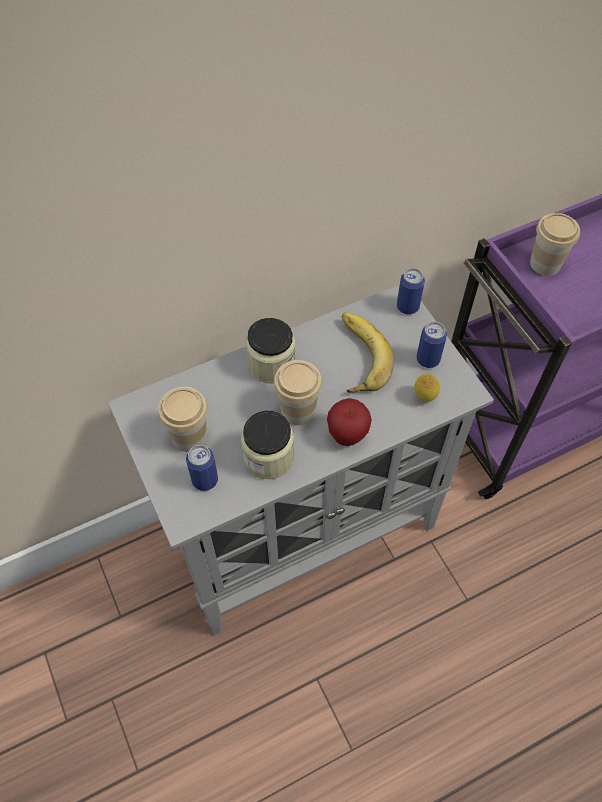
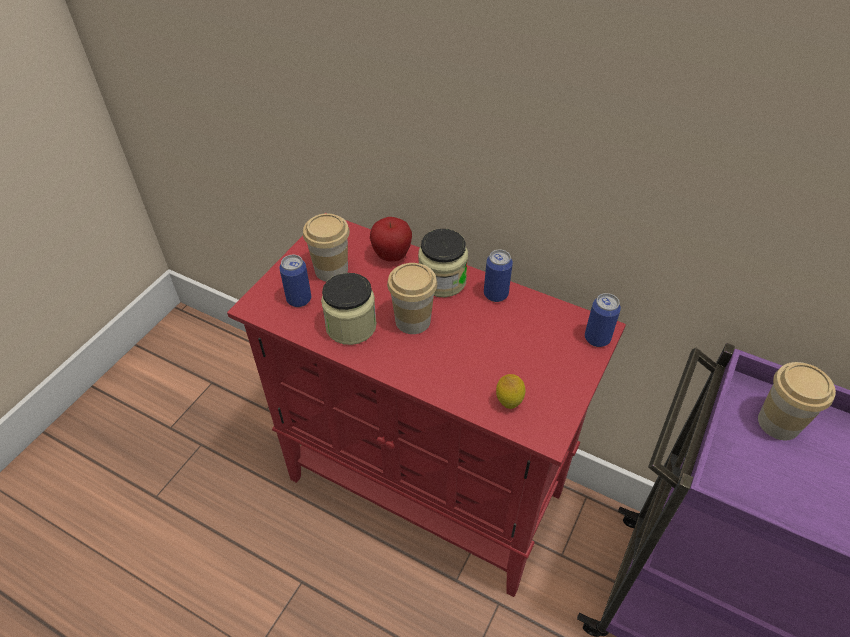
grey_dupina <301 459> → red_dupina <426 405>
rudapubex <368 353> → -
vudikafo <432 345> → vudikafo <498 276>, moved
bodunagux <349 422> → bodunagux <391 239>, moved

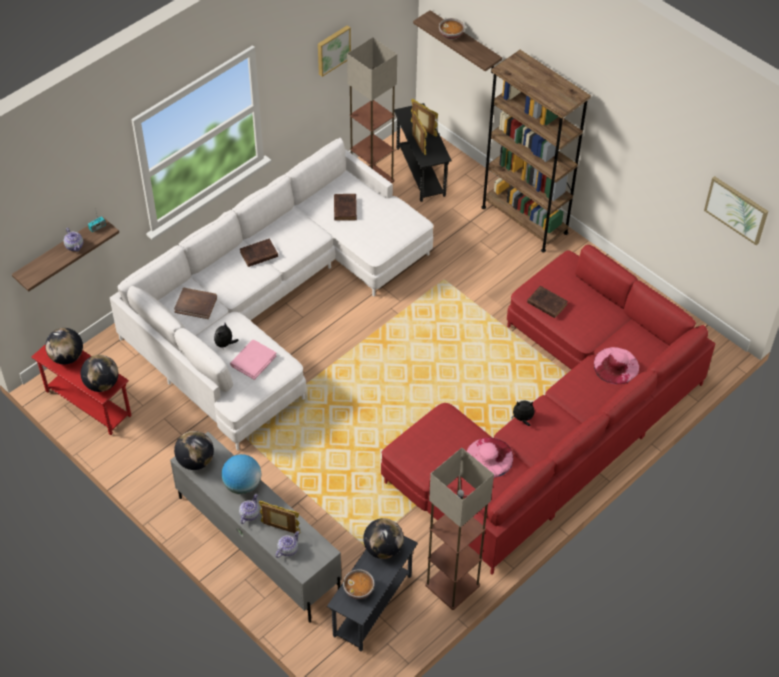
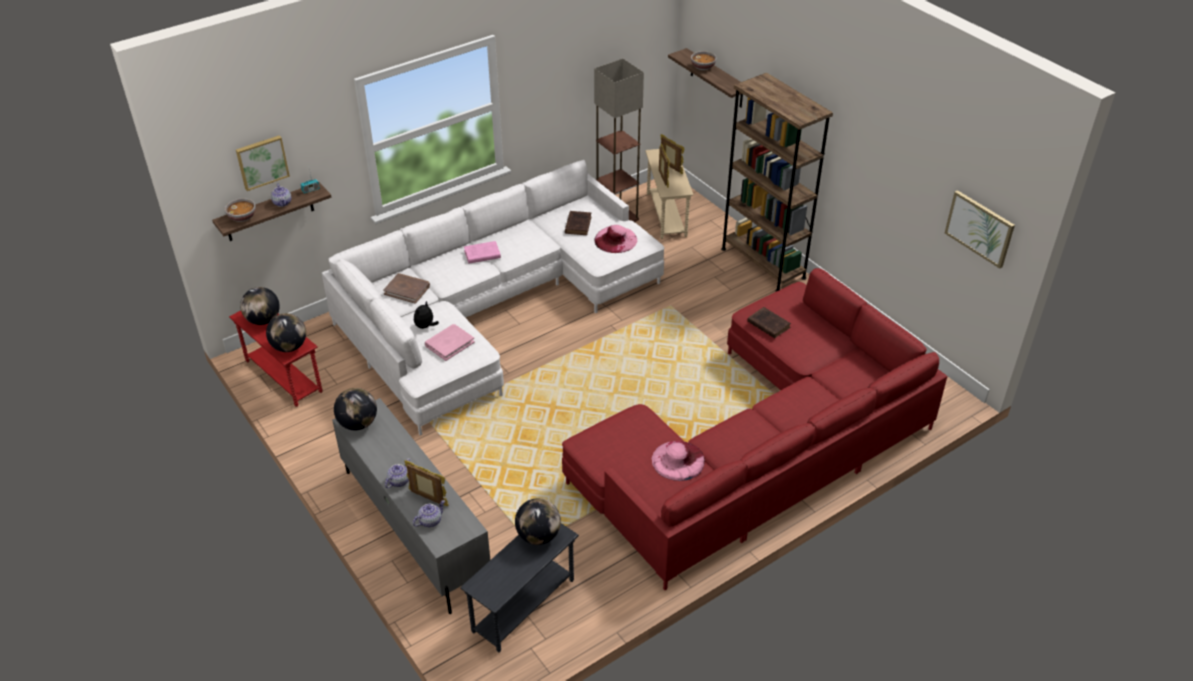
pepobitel <334 51> → pepobitel <263 163>, moved
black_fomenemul <423 152> → beige_fomenemul <669 194>
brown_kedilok <259 253> → pink_kedilok <482 252>
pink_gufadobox <616 365> → pink_gufadobox <616 239>, moved
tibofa <523 413> → -
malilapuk <459 529> → -
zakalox <241 474> → -
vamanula <358 584> → vamanula <240 210>, moved

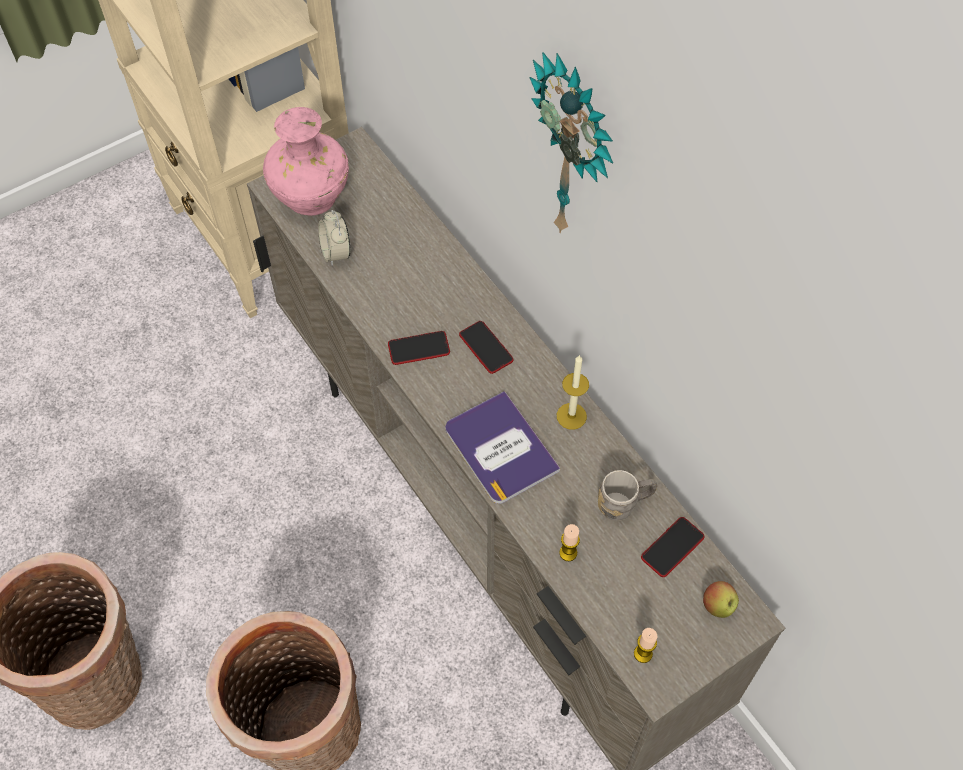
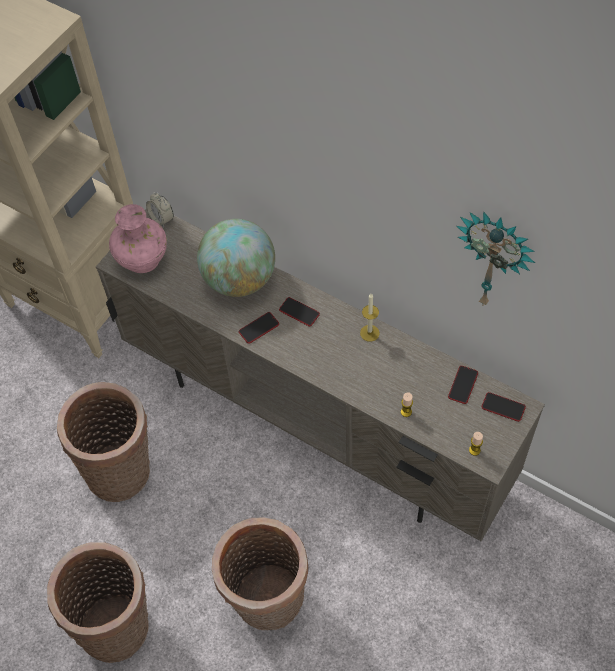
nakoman <571 142> → nakoman <495 259>, moved
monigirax <334 238> → monigirax <160 210>, moved
kedilok <502 447> → -
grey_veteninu <627 495> → -
bodunagux <721 599> → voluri <504 407>
- → zakalox <236 258>
- → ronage <103 442>

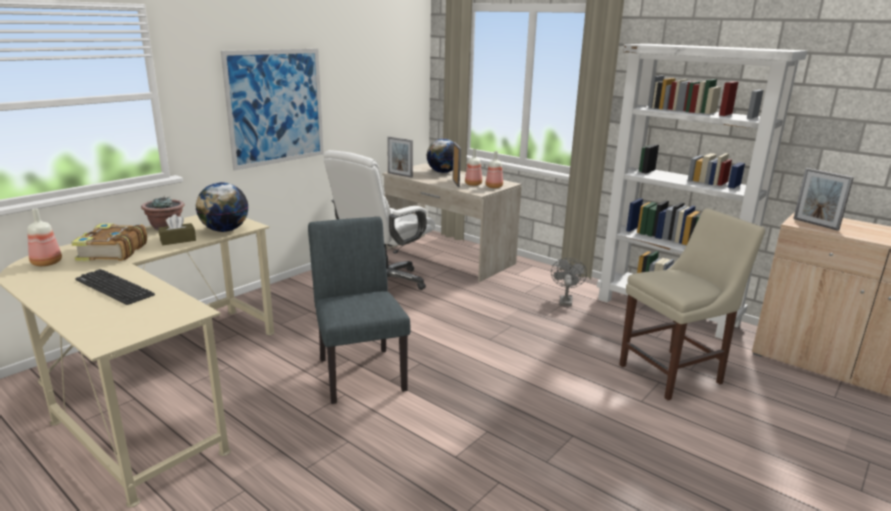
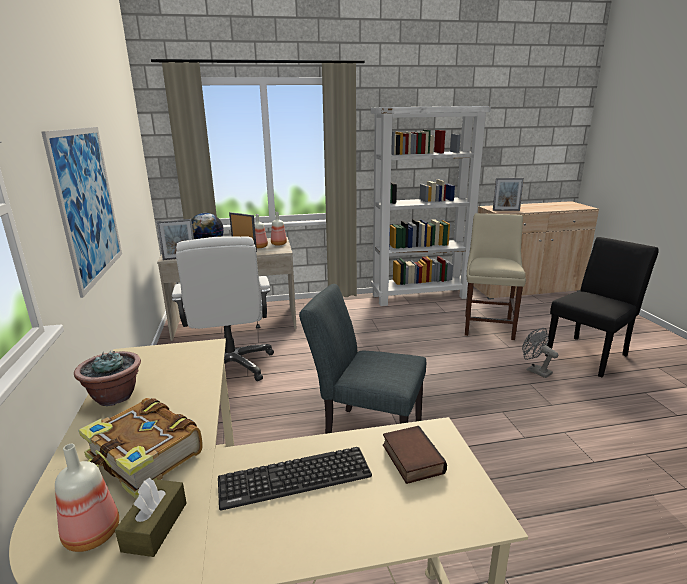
zakalox <222 207> → -
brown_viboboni <177 229> → brown_viboboni <150 517>, moved
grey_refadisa <569 282> → grey_refadisa <540 353>, moved
- → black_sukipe <602 307>
- → kedilok <415 455>

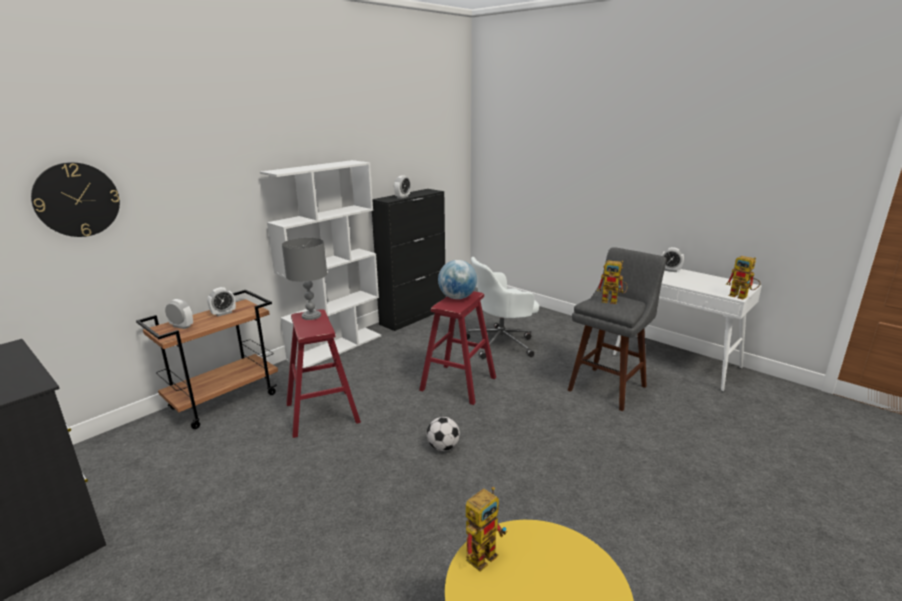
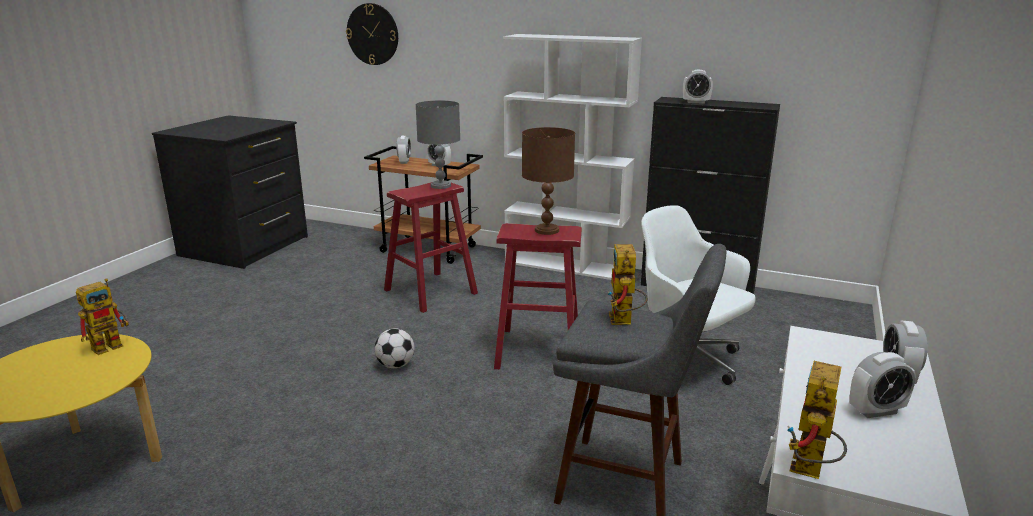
zakalox <457 279> → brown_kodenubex <548 181>
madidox <486 529> → madidox <102 316>, 75 degrees counterclockwise
- → monigirax <883 385>

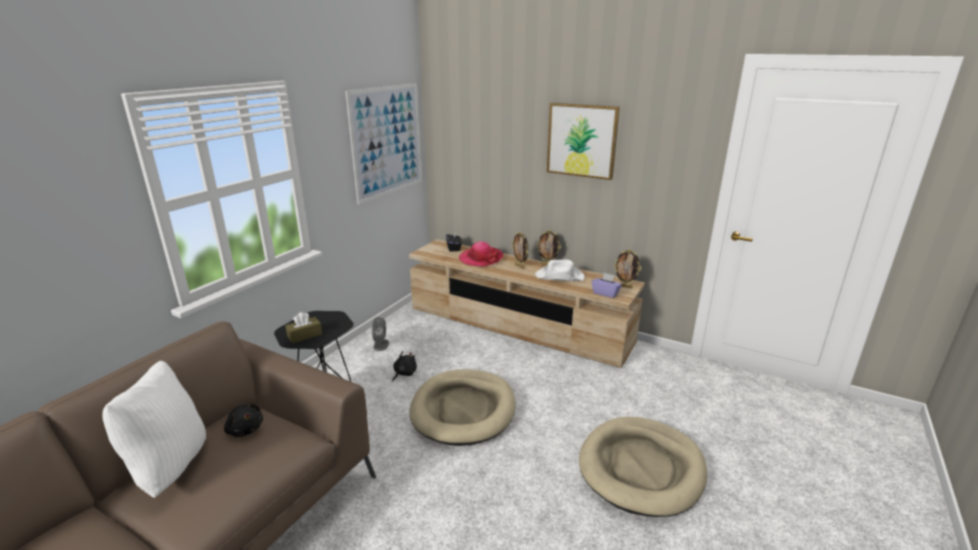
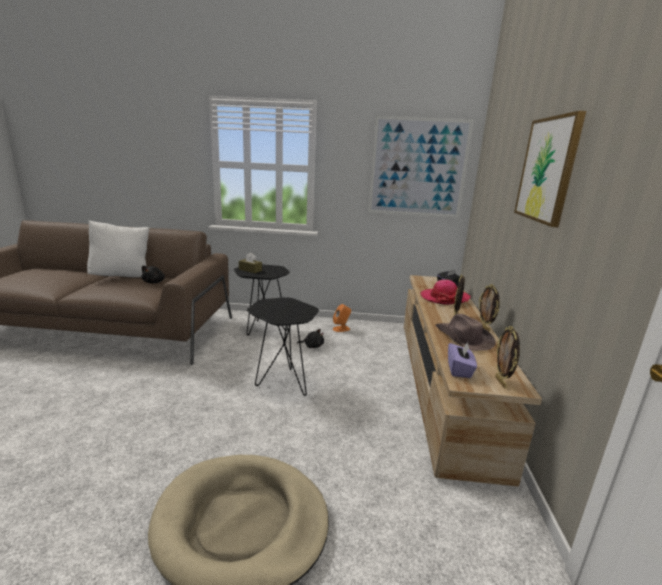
white_gufadobox <560 270> → brown_gufadobox <465 332>
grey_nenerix <380 334> → orange_nenerix <342 318>
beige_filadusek <462 408> → black_fomenemul <283 346>

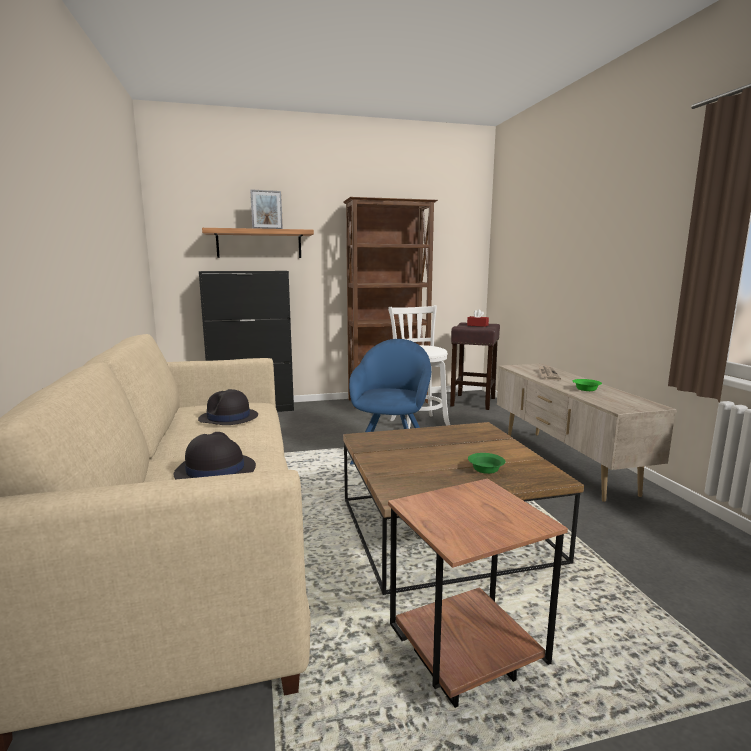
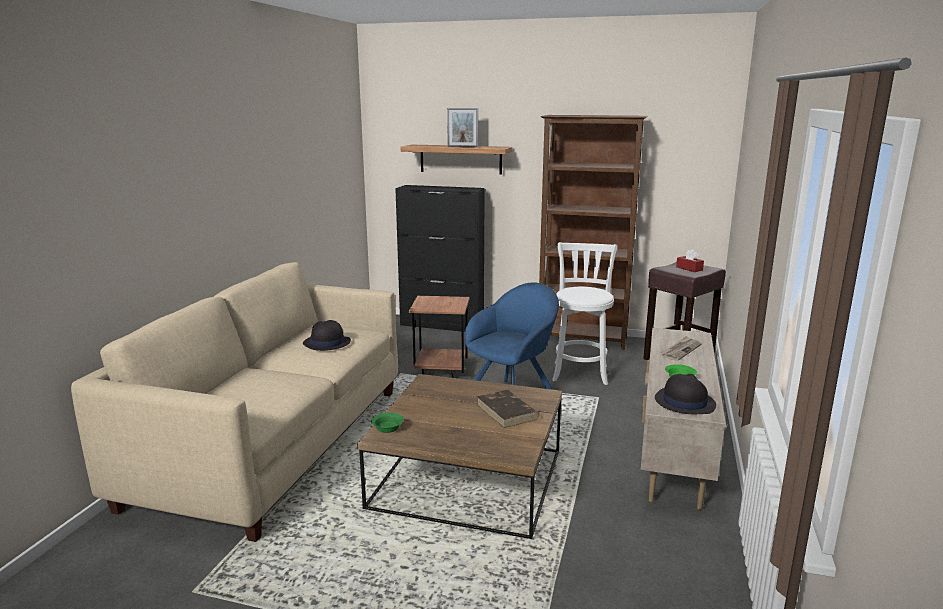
black_gufadobox <215 455> → black_gufadobox <685 394>, moved
green_vamanula <486 463> → green_vamanula <387 422>, moved
brown_fomenemul <478 593> → brown_fomenemul <439 337>, moved
- → brown_kedilok <507 409>

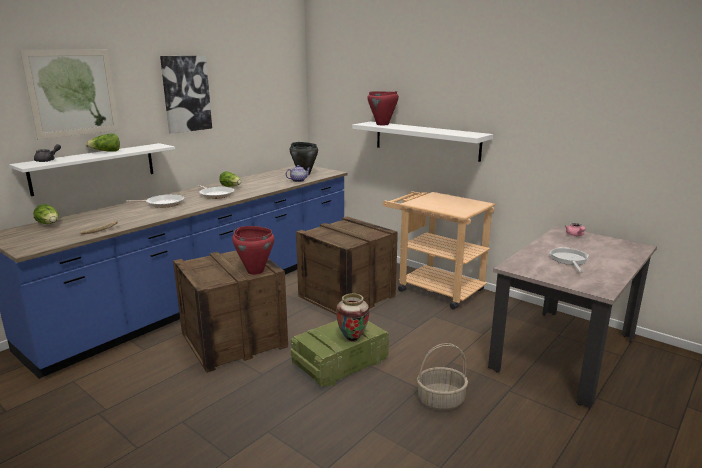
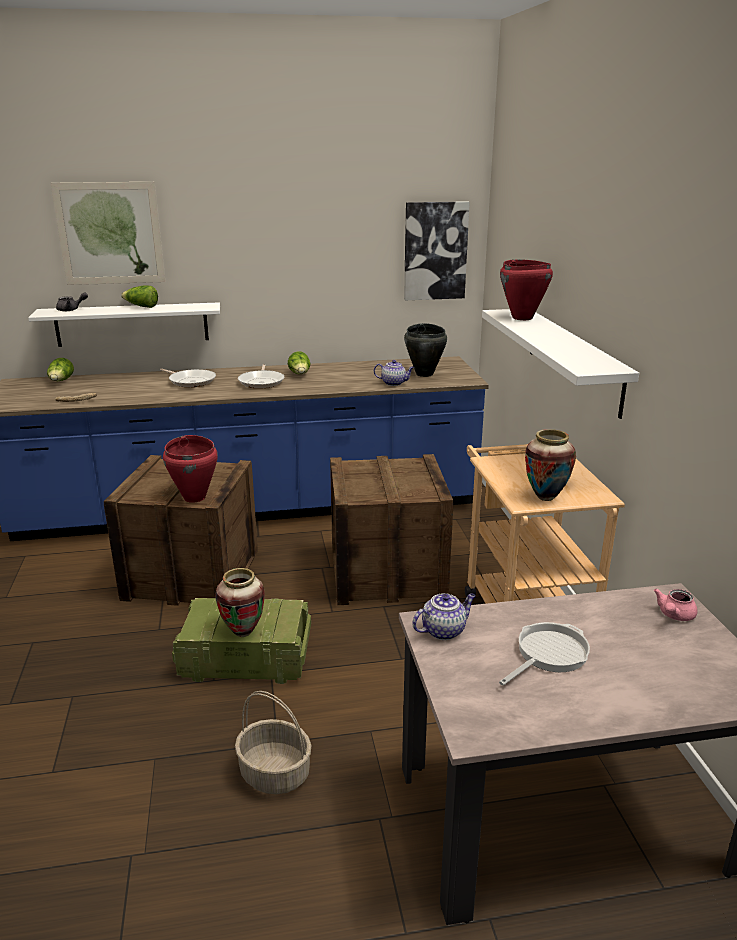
pepobitel <186 95> → pepobitel <437 250>, moved
- → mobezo <550 465>
- → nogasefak <444 616>

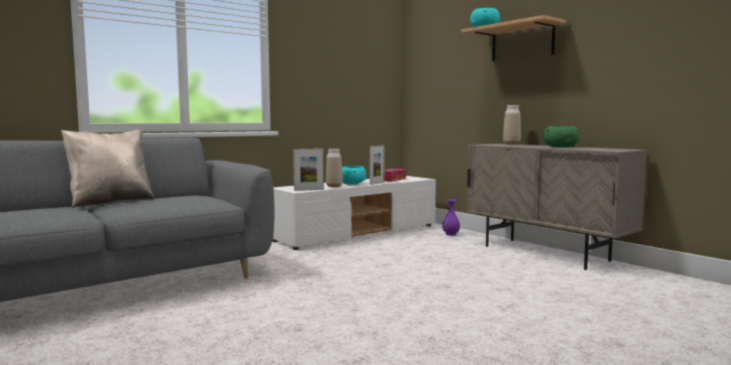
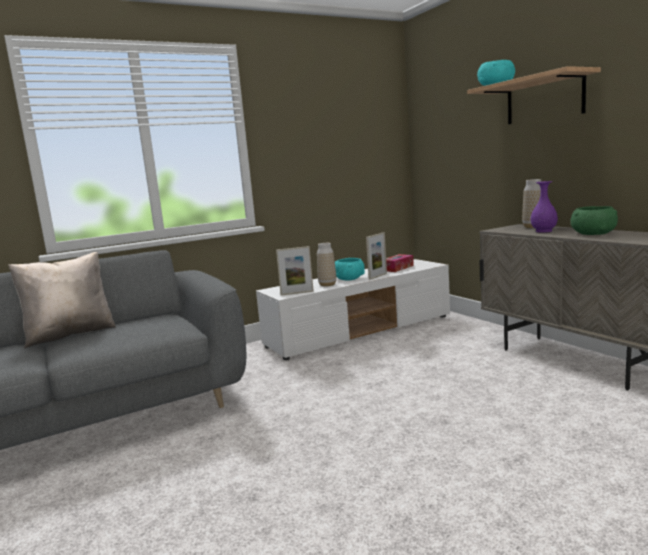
purple_mobezo <451 217> → purple_mobezo <544 206>, moved

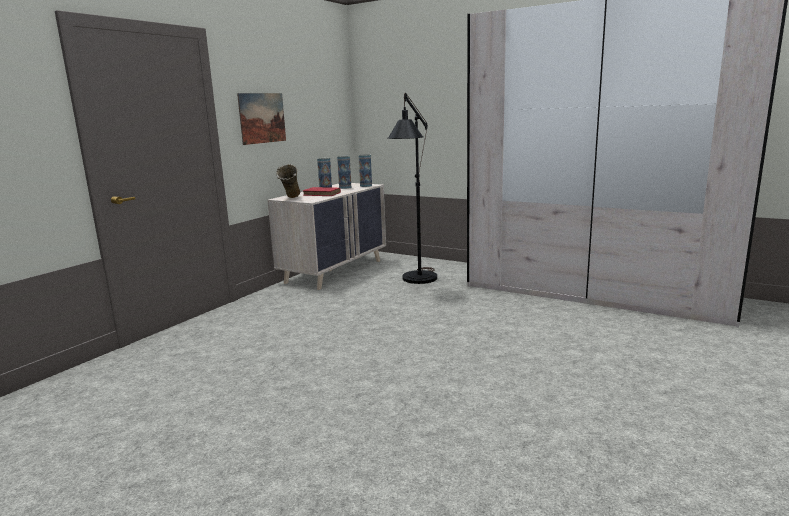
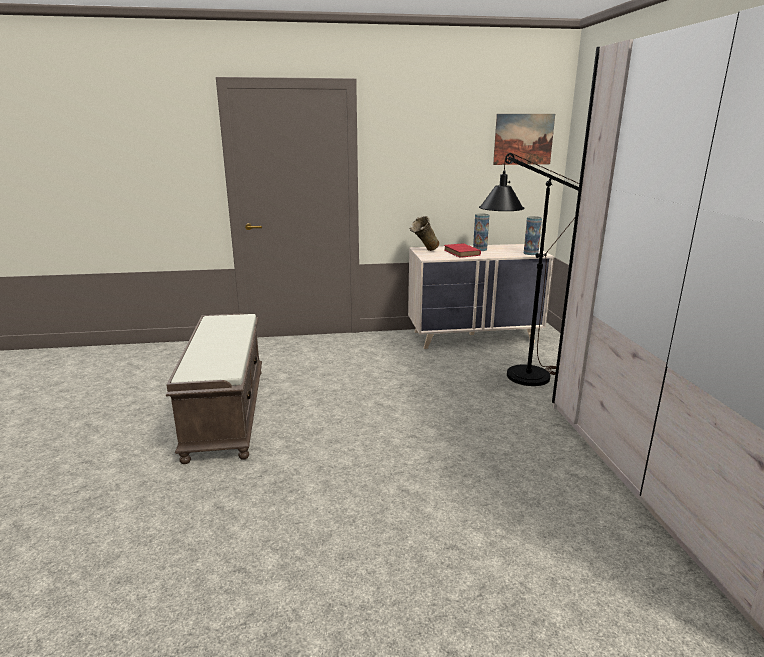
pepobitel <261 119> → pepobitel <524 139>, moved
mobezo <344 172> → -
- → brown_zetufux <214 389>

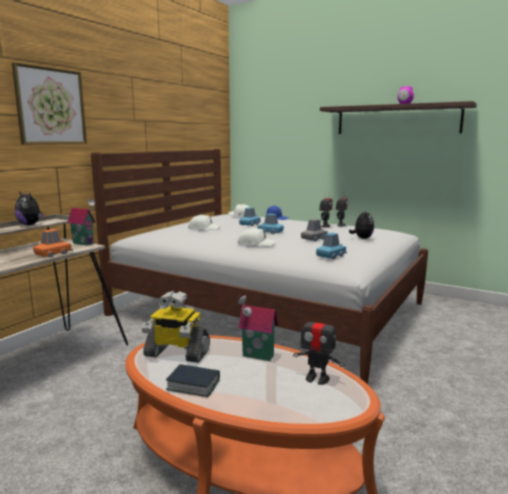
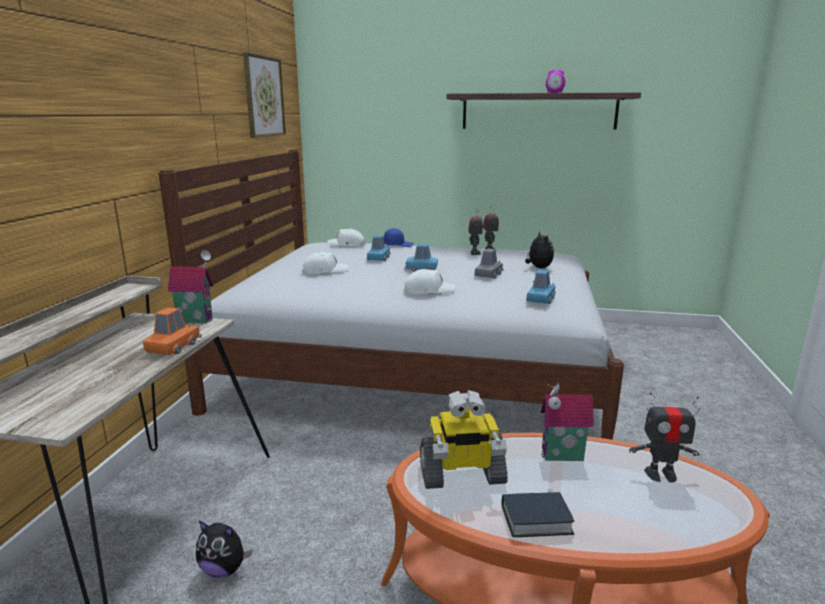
pepobitel <49 103> → pepobitel <264 95>, moved
tibofa <29 208> → tibofa <224 549>, moved

